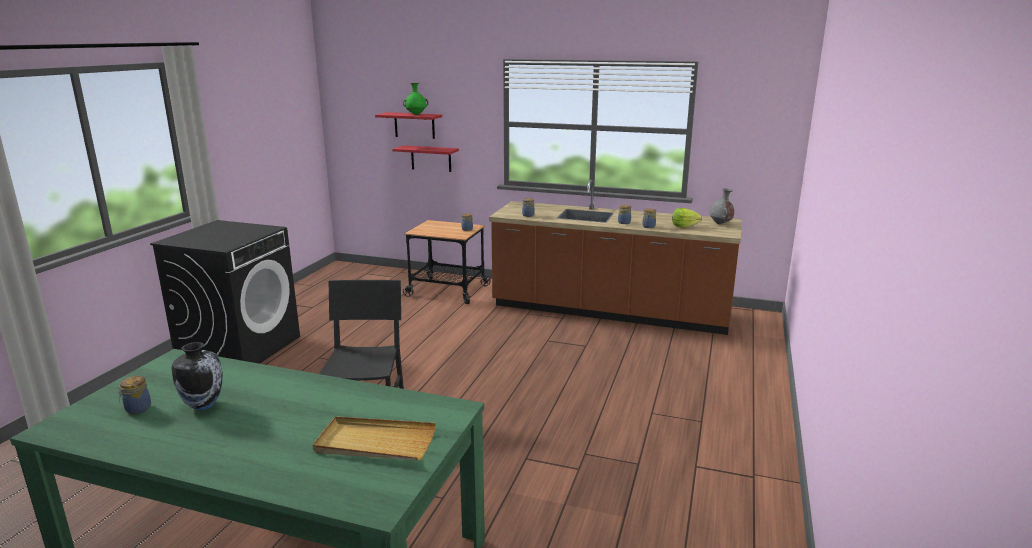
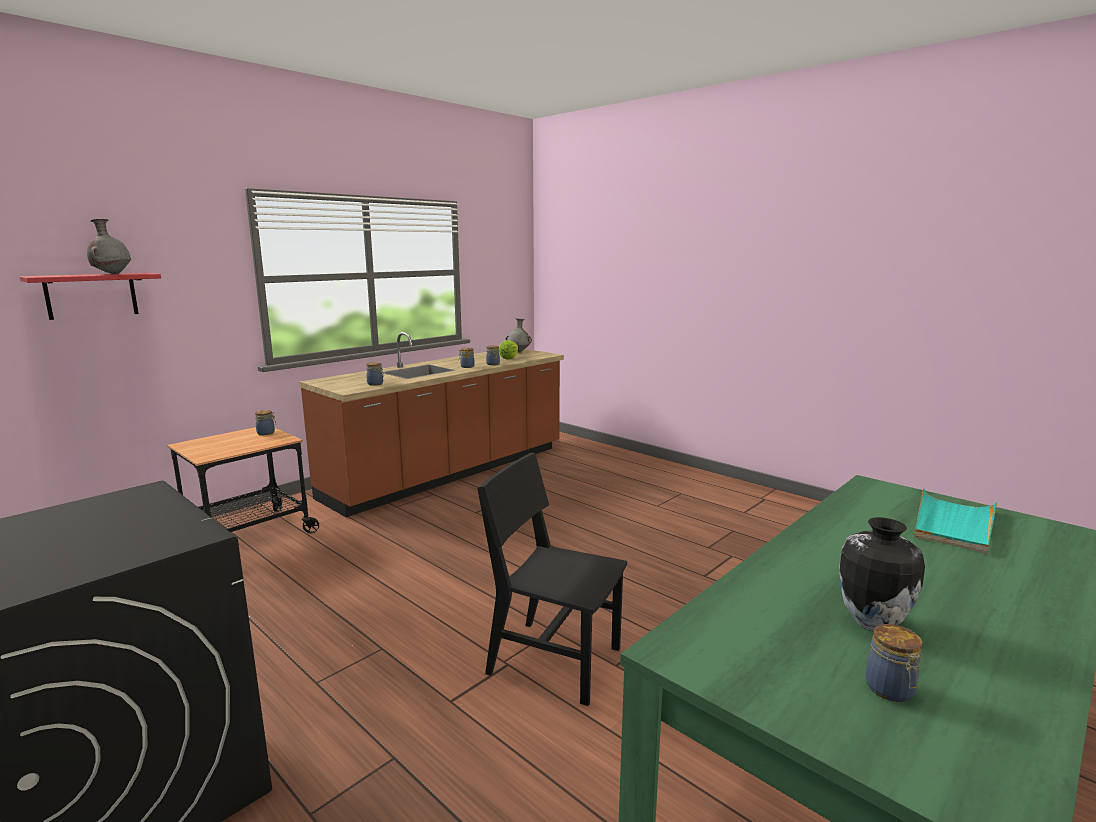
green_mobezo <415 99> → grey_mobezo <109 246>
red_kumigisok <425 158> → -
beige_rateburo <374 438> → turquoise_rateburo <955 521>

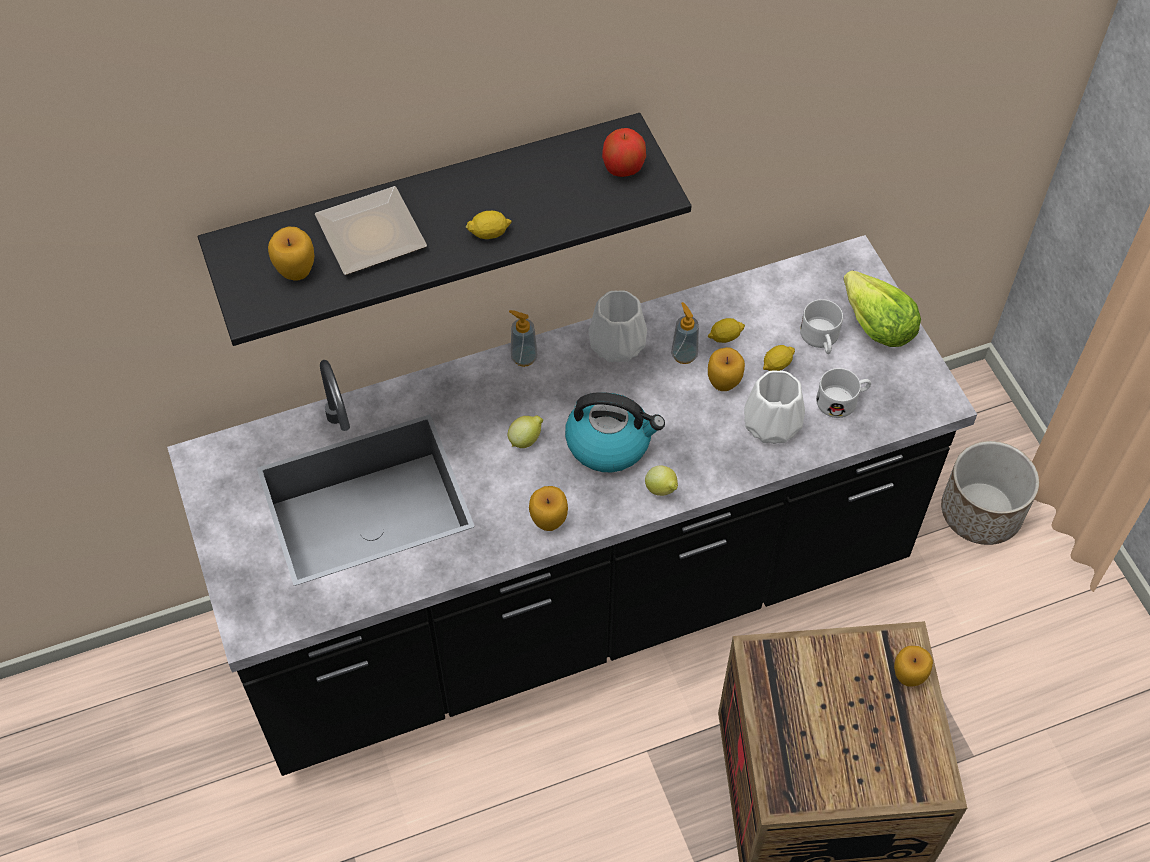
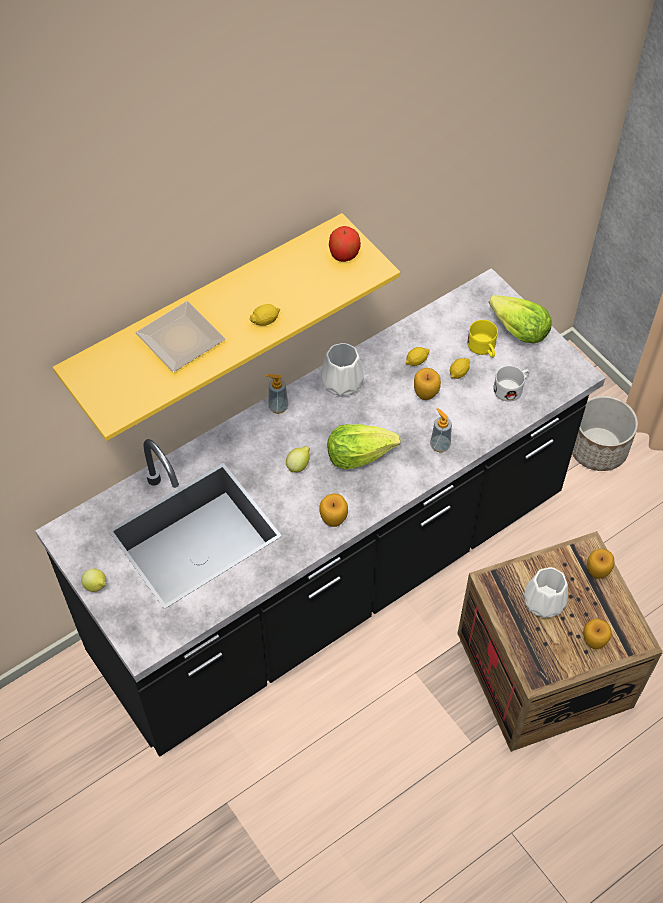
black_kumigisok <444 229> → yellow_kumigisok <226 327>
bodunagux <291 253> → bodunagux <597 633>, moved
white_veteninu <821 326> → yellow_veteninu <482 339>
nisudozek <685 333> → nisudozek <441 430>, moved
white_mobezo <774 407> → white_mobezo <546 592>, moved
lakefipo <615 432> → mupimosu <364 446>
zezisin <661 480> → zezisin <93 580>, moved

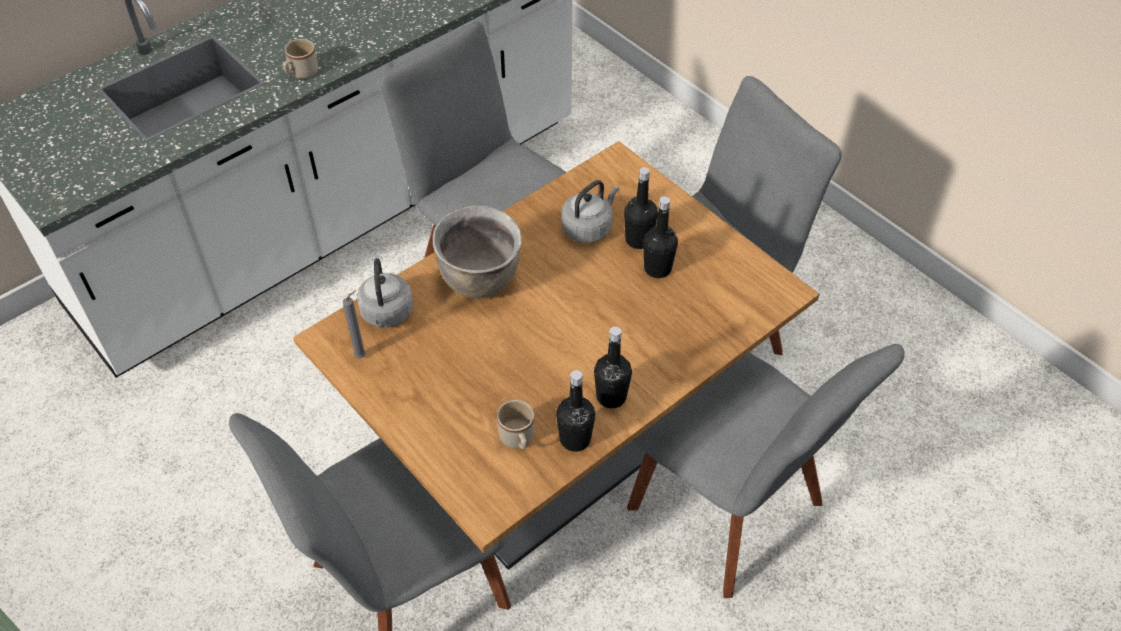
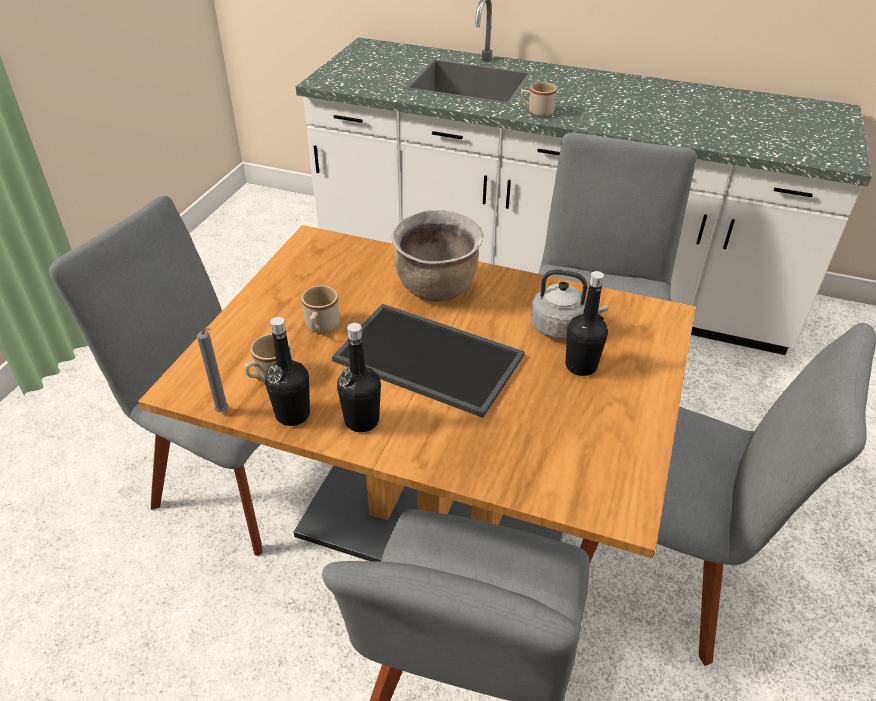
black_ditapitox <660 237> → -
grey_lakefipo <385 293> → -
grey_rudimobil <354 324> → grey_rudimobil <213 370>, moved
- → beige_veteninu <320 309>
- → rateburo <428 361>

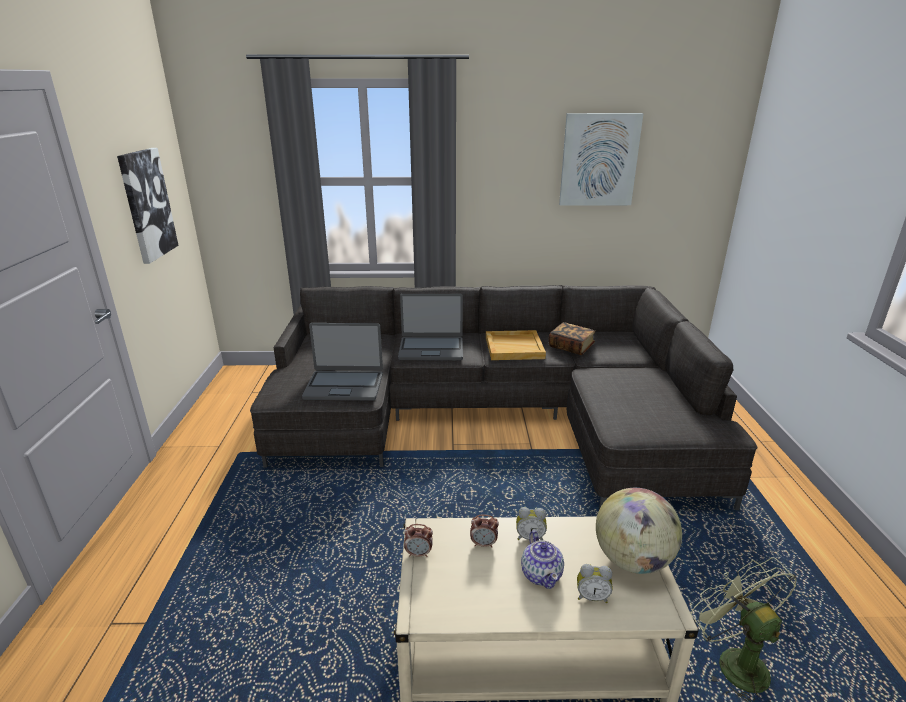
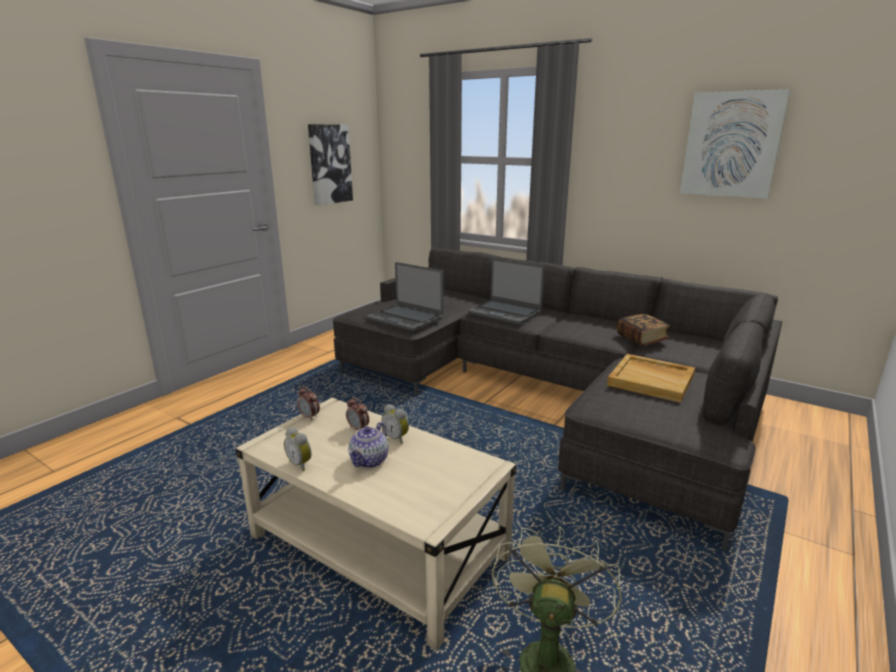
beige_rateburo <516 345> → beige_rateburo <651 378>, moved
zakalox <639 531> → -
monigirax <595 583> → monigirax <298 449>, moved

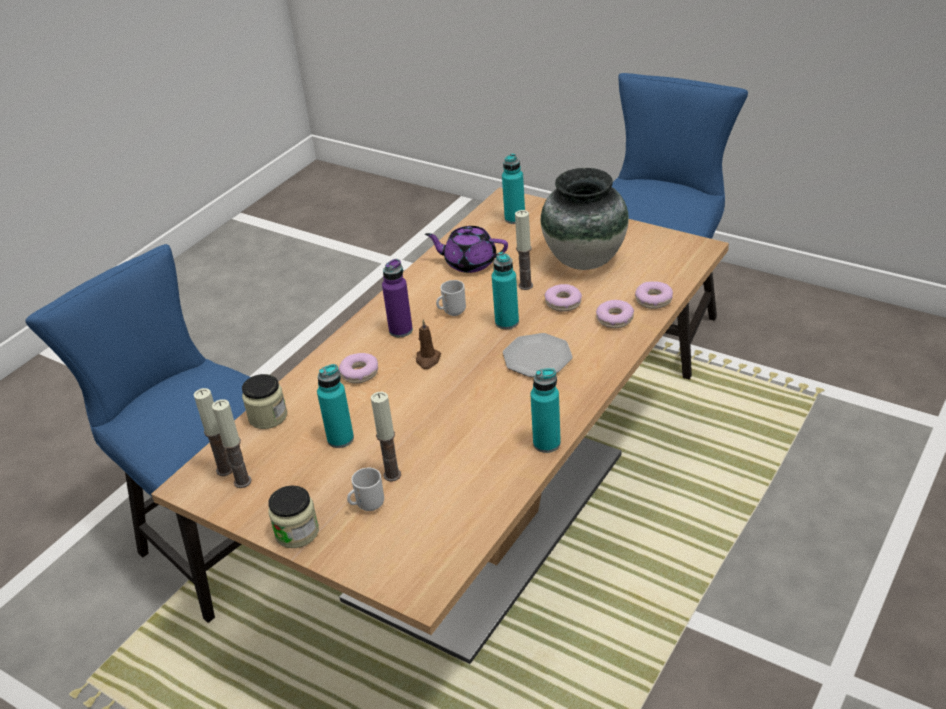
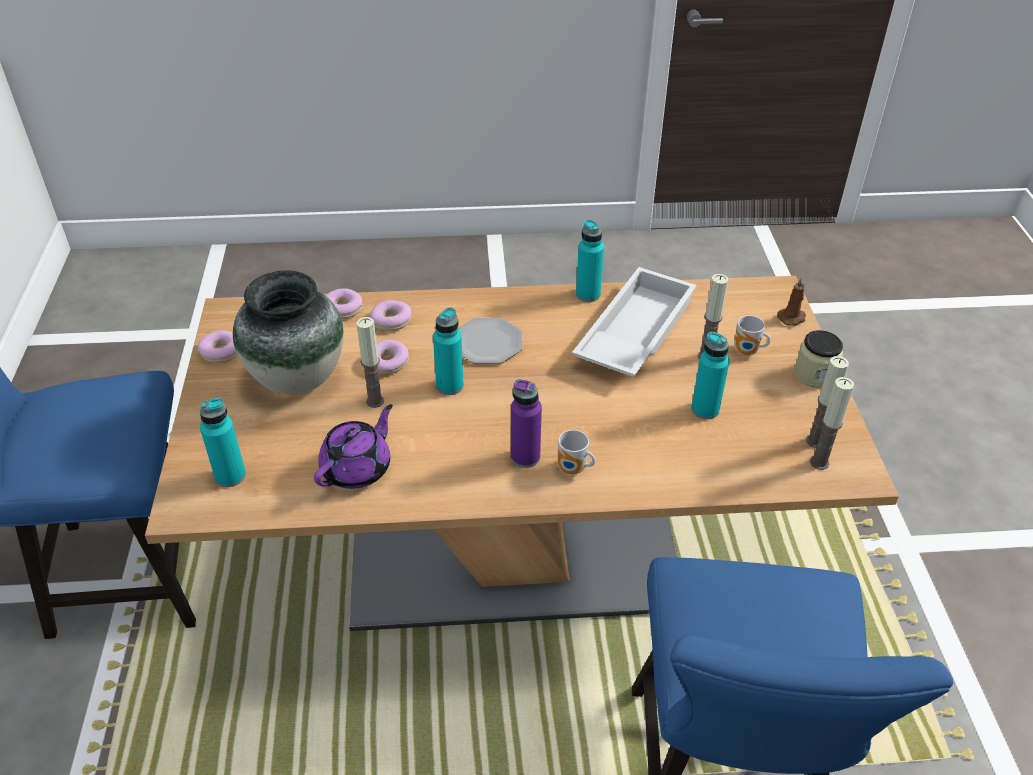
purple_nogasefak <466 249> → purple_nogasefak <353 446>, 120 degrees counterclockwise
veteninu <451 298> → veteninu <576 452>, moved
brown_rudimobil <428 344> → brown_rudimobil <791 301>, moved
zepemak <358 368> → zepemak <218 346>, moved
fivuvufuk <264 401> → -
- → white_rateburo <634 321>

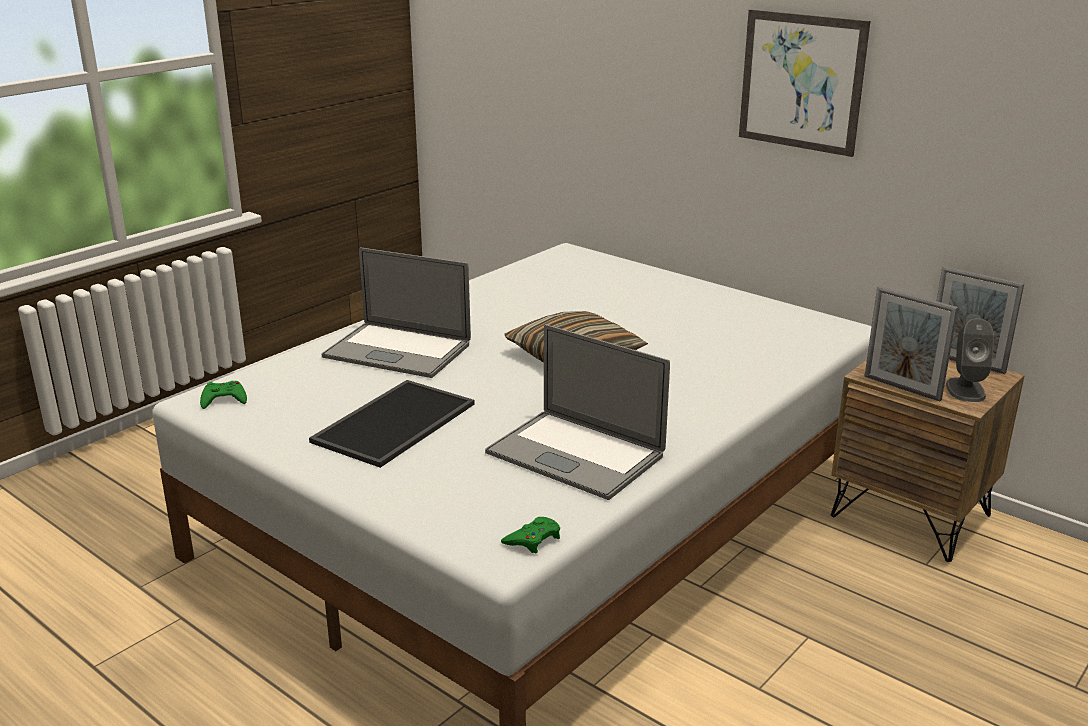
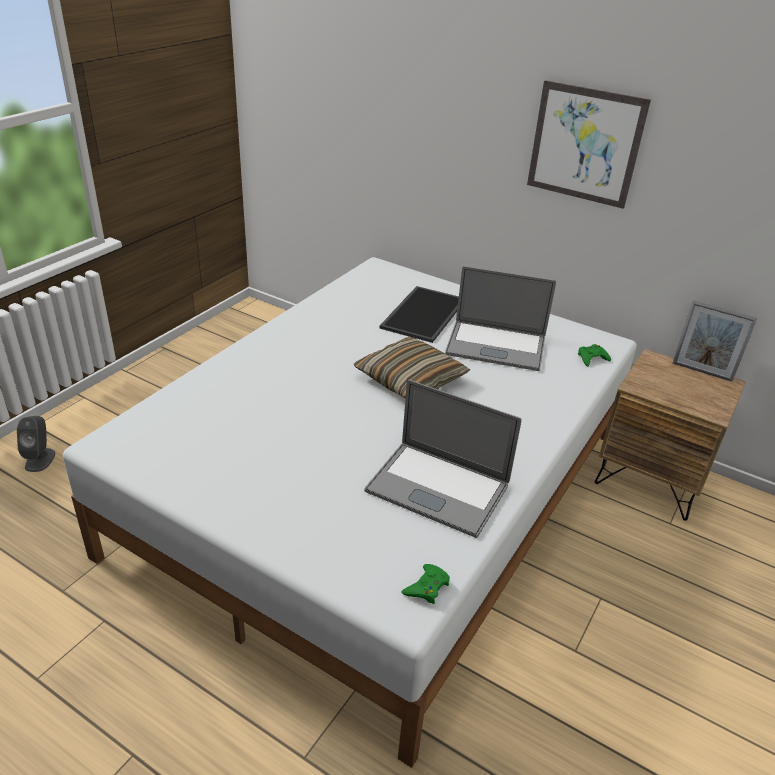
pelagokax <396 312> → pelagokax <500 318>, moved
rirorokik <911 343> → -
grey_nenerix <970 360> → grey_nenerix <36 444>, moved
rateburo <392 424> → rateburo <419 314>, moved
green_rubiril <223 395> → green_rubiril <594 355>, moved

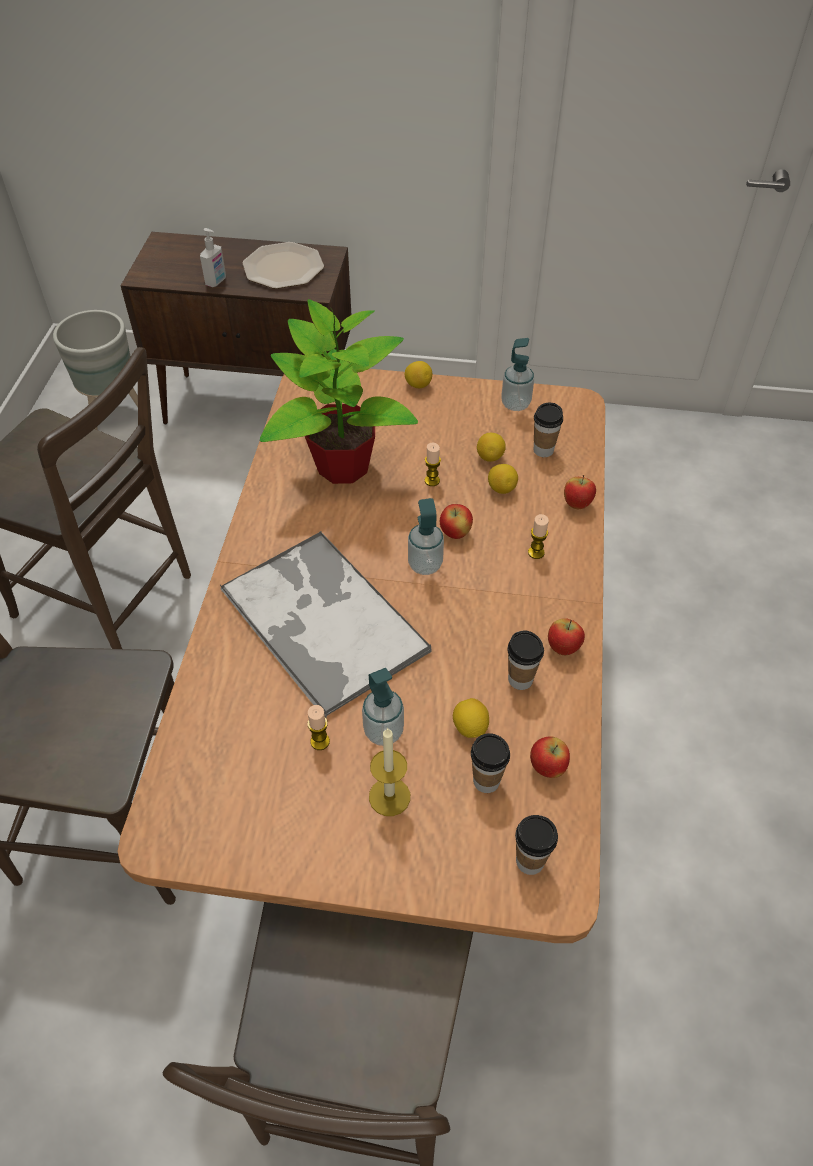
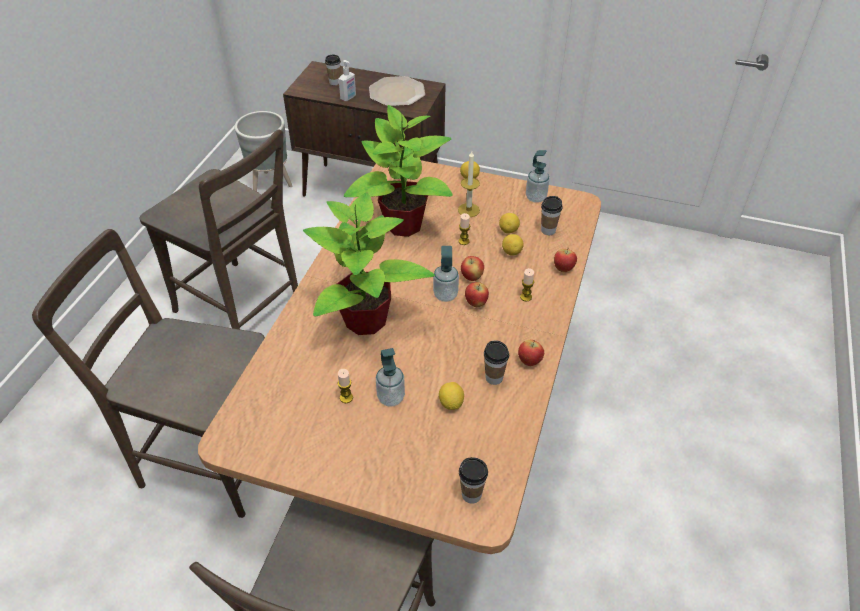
rateburo <326 625> → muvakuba <369 263>
rudimobil <389 771> → rudimobil <469 184>, moved
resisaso <490 763> → resisaso <333 70>, moved
bodunagux <550 757> → bodunagux <477 294>, moved

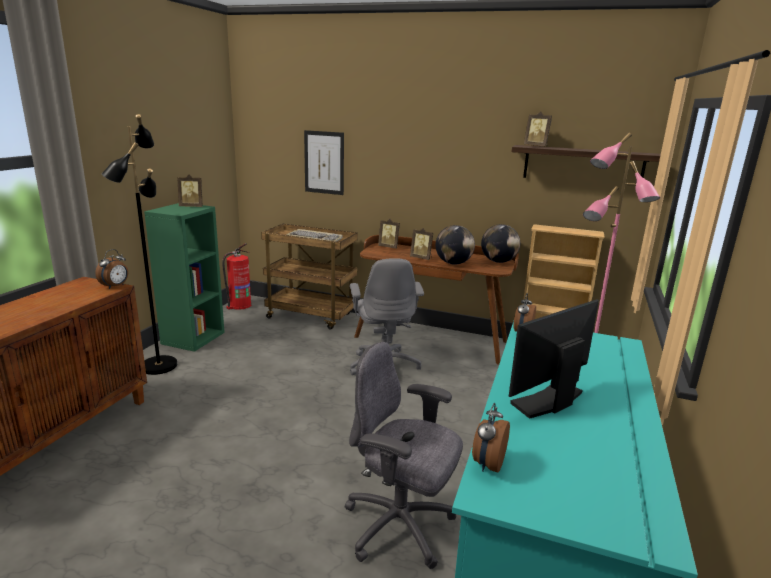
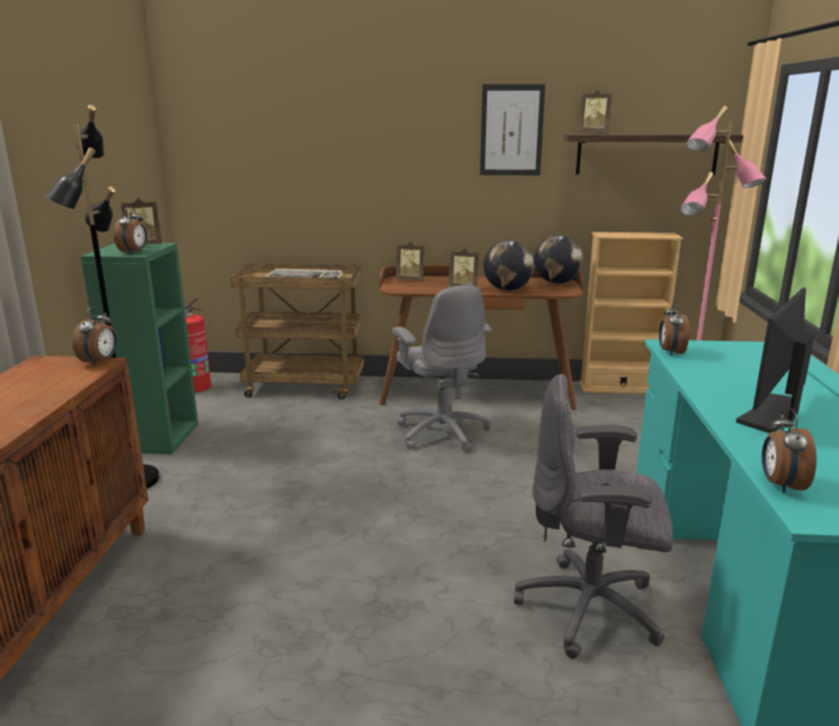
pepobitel <324 162> → pepobitel <512 129>, moved
- → monigirax <130 230>

